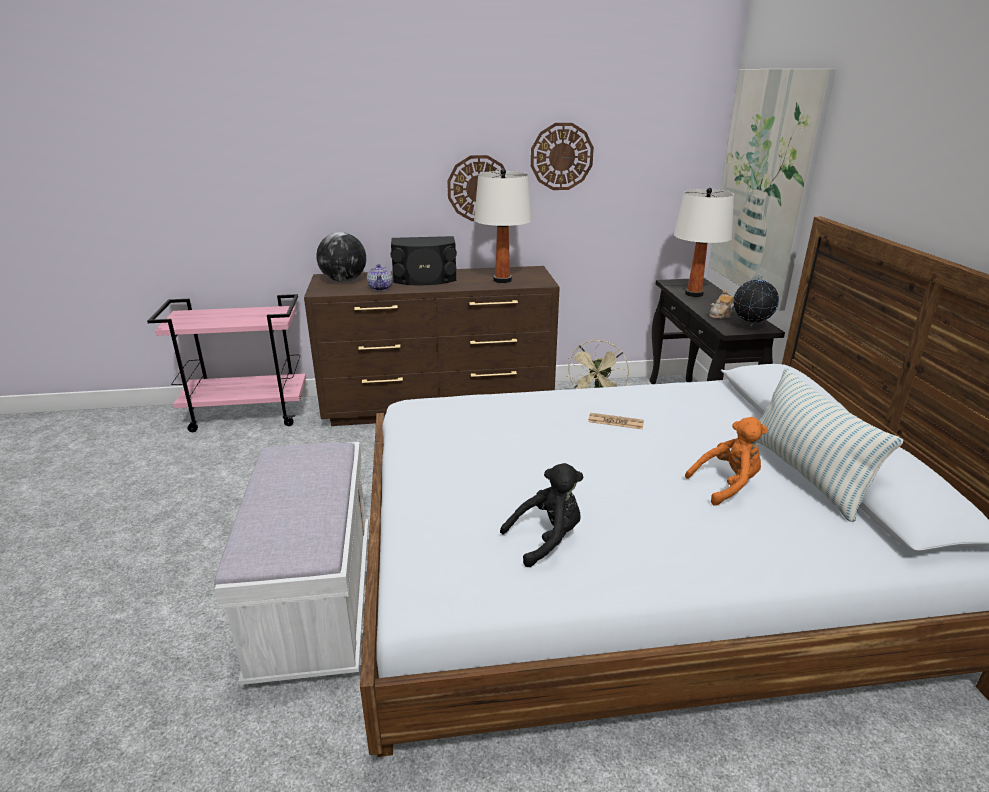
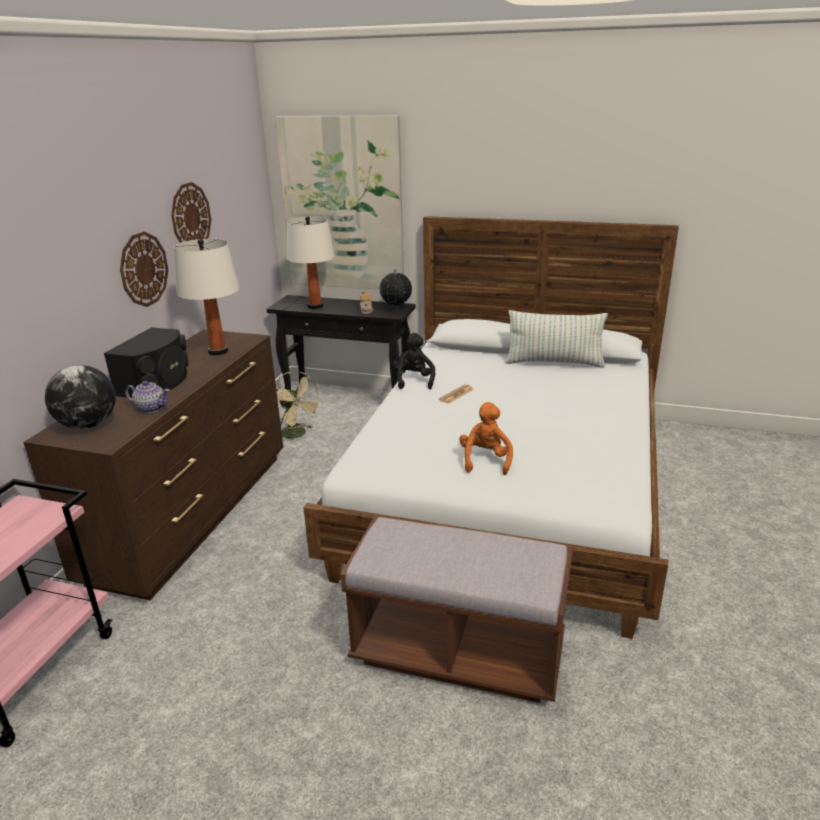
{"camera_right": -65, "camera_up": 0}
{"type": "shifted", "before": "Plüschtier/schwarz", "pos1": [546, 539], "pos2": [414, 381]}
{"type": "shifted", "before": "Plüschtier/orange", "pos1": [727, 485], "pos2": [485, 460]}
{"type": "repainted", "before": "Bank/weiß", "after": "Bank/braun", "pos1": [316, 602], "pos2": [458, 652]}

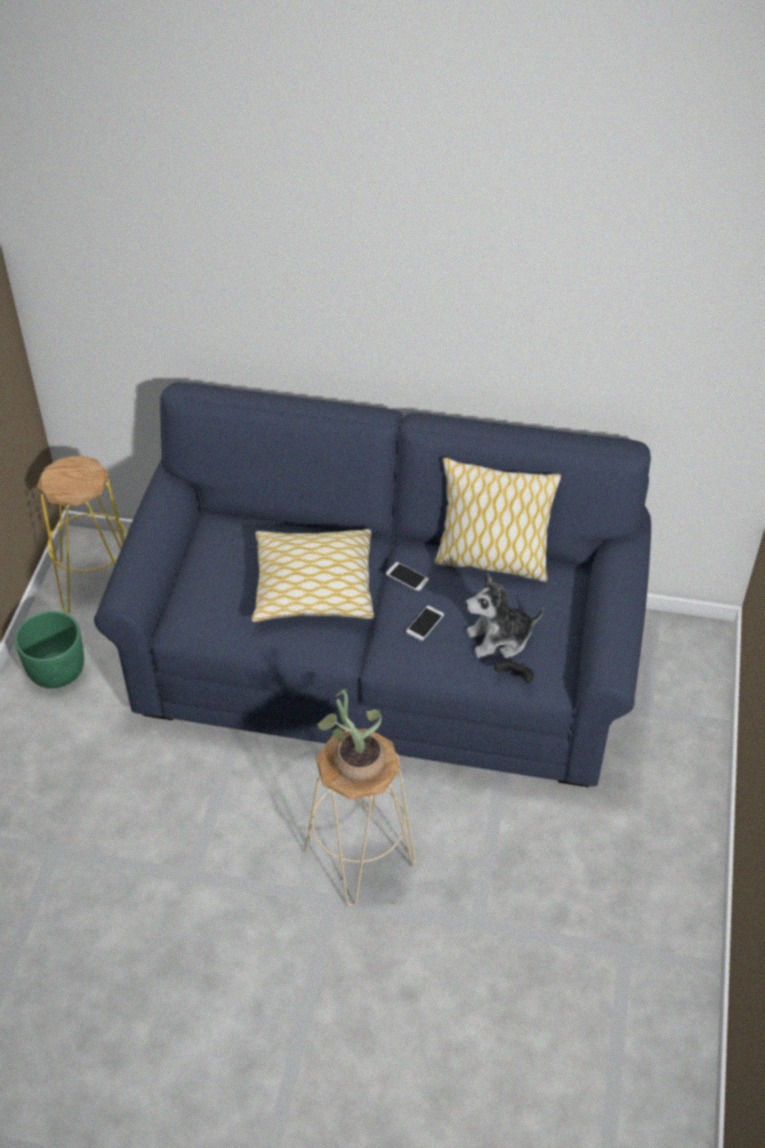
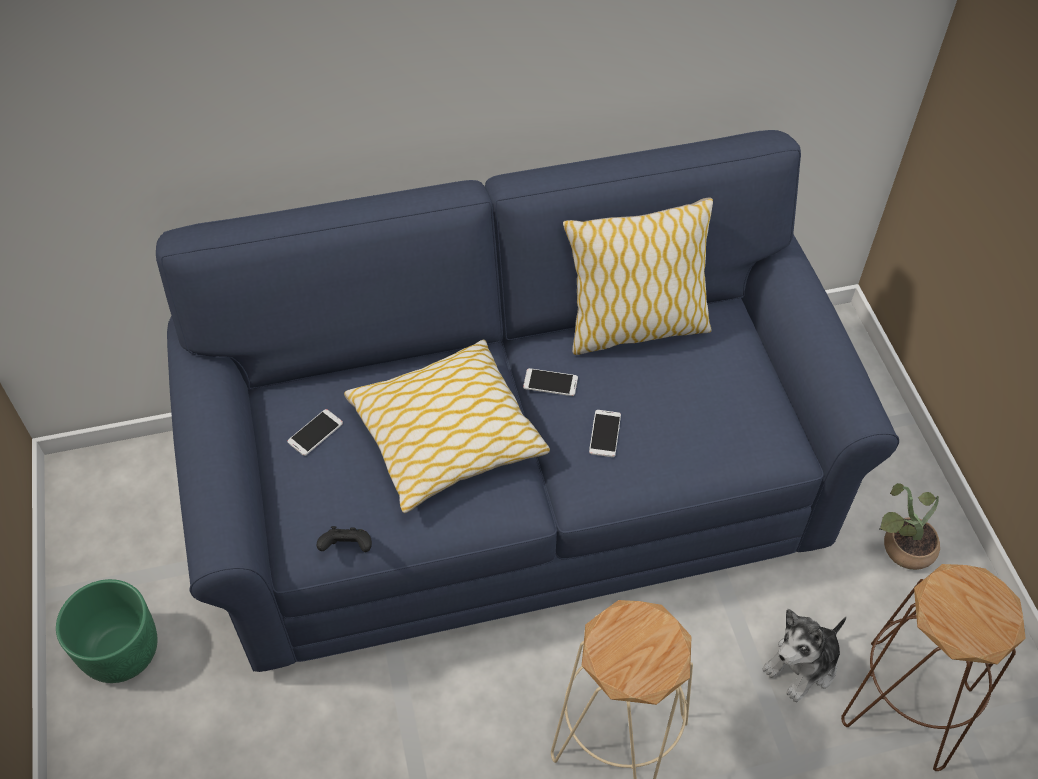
{"camera_right": -25, "camera_up": 5}
{"type": "gone", "before": "Hocker/gelb", "pos1": [96, 581]}
{"type": "new", "after": "Handy", "pos2": [315, 432]}
{"type": "new", "after": "Hocker/braun", "pos2": [907, 705]}
{"type": "shifted", "before": "Topfpflanze", "pos1": [354, 759], "pos2": [901, 547]}
{"type": "shifted", "before": "Plüschtier", "pos1": [499, 639], "pos2": [802, 665]}
{"type": "shifted", "before": "Gamepad/schwarz", "pos1": [514, 678], "pos2": [347, 548]}

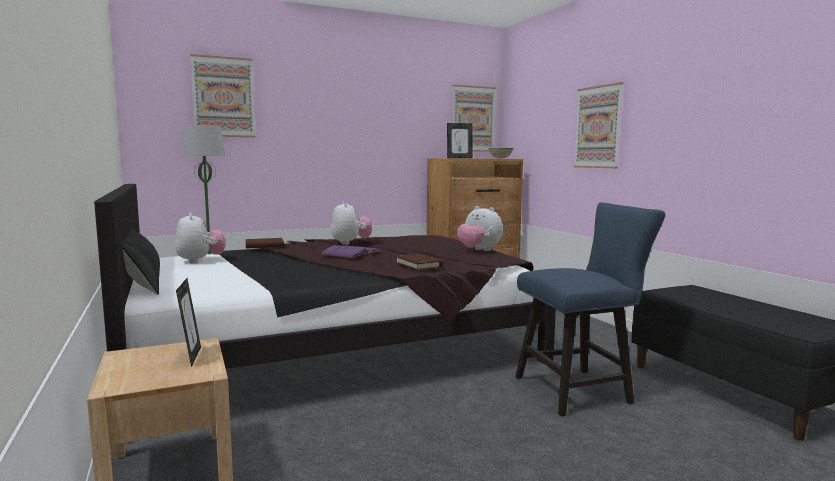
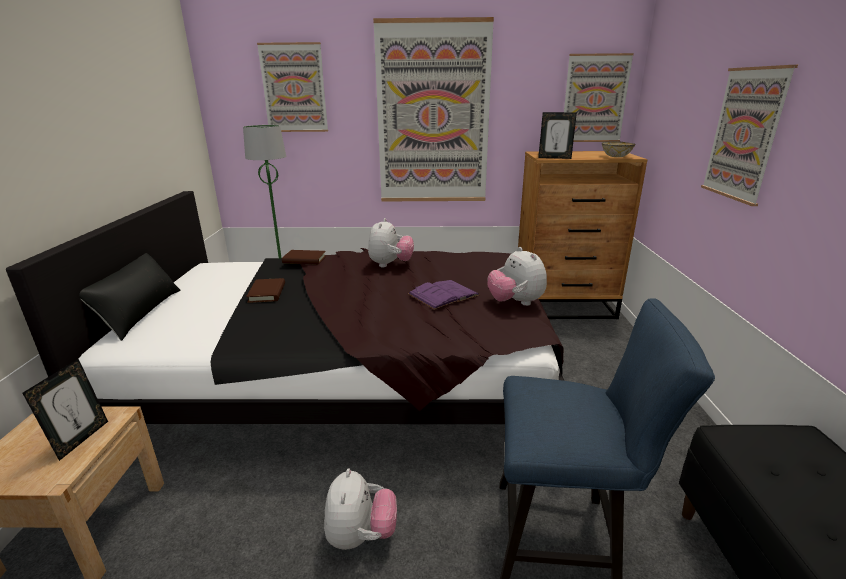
{"camera_right": 25, "camera_up": 15}
{"type": "new", "after": "Bild", "pos2": [433, 116]}
{"type": "shifted", "before": "Plüschtier", "pos1": [200, 261], "pos2": [361, 535]}
{"type": "shifted", "before": "Buch/lila", "pos1": [351, 252], "pos2": [443, 294]}
{"type": "shifted", "before": "Buch/braun", "pos1": [418, 265], "pos2": [267, 293]}

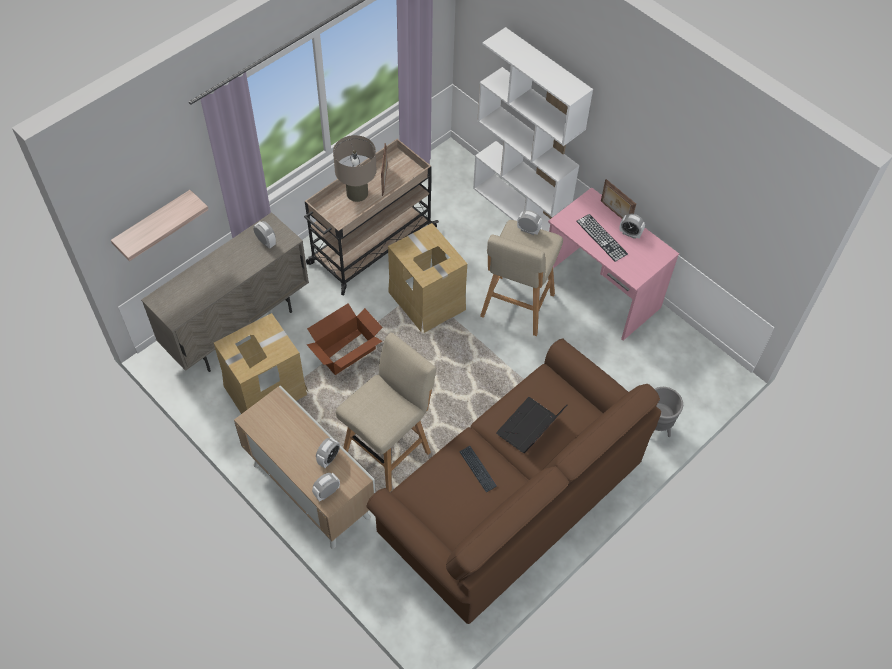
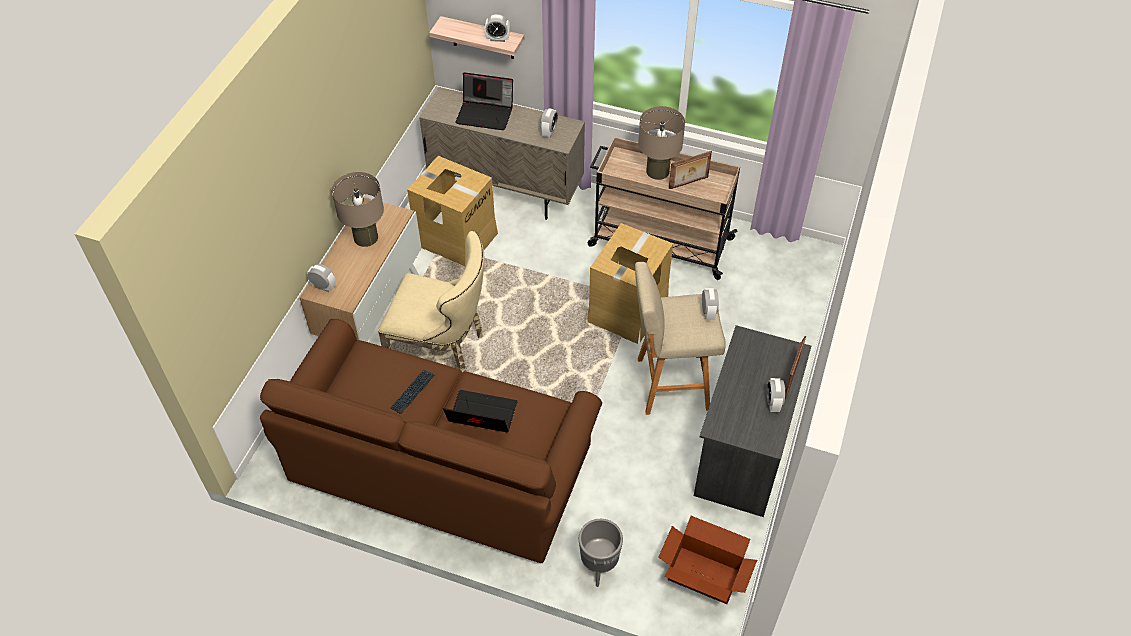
{"camera_right": 65, "camera_up": -5}
{"type": "gone", "before": "Bücherregal/weiß", "pos1": [520, 210]}
{"type": "gone", "before": "Tastatur", "pos1": [601, 237]}
{"type": "new", "after": "Tischlampe/beige", "pos2": [365, 237]}
{"type": "new", "after": "Laptop", "pos2": [486, 114]}
{"type": "shifted", "before": "Karton", "pos1": [347, 352], "pos2": [704, 576]}
{"type": "shifted", "before": "Wecker", "pos1": [328, 458], "pos2": [498, 39]}
{"type": "swapped", "before": "Hocker/beige", "after": "Stuhl/beige", "pos1": [389, 450], "pos2": [443, 350]}
{"type": "repainted", "before": "Schreibtisch/rosa", "after": "Schreibtisch/grau", "pos1": [600, 292], "pos2": [742, 450]}

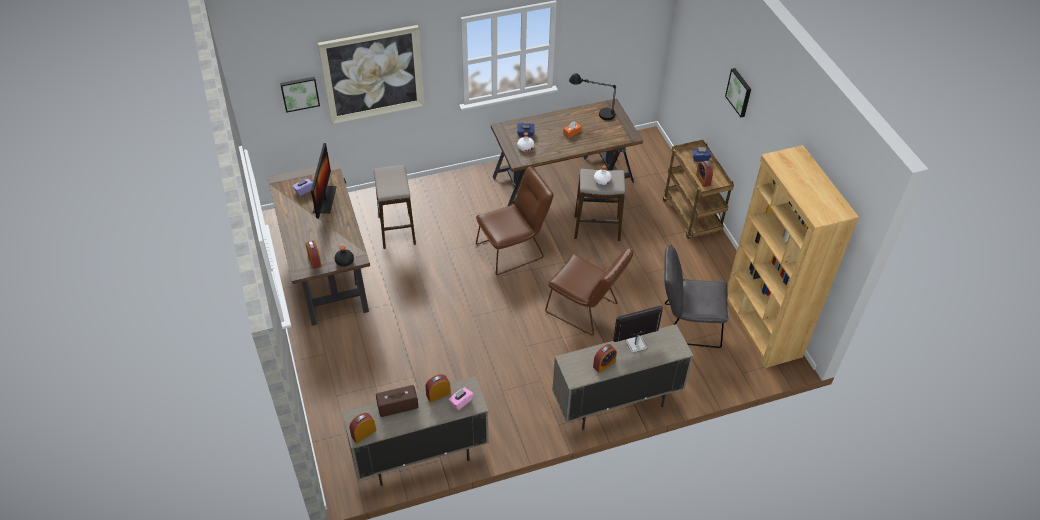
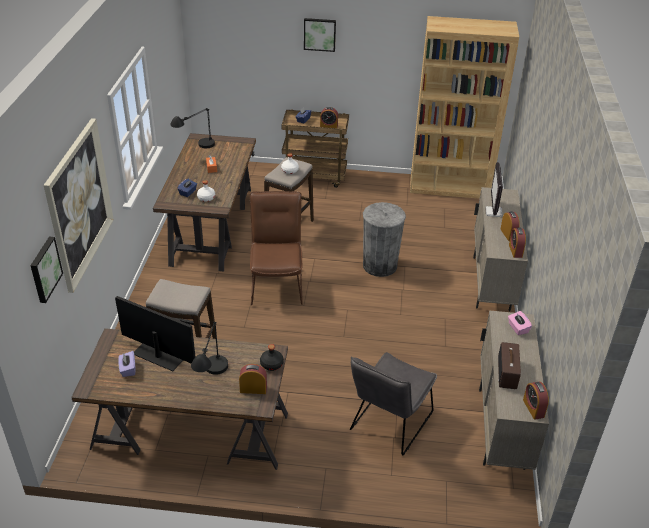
{"camera_right": -65, "camera_up": -10}
{"type": "new", "after": "Tischlampe/schwarz", "pos2": [212, 381]}
{"type": "shifted", "before": "Wecker", "pos1": [438, 394], "pos2": [515, 251]}
{"type": "shifted", "before": "Stuhl/grau", "pos1": [686, 325], "pos2": [388, 425]}
{"type": "swapped", "before": "Stuhl/braun", "after": "Mülleimer/grau", "pos1": [585, 310], "pos2": [380, 265]}

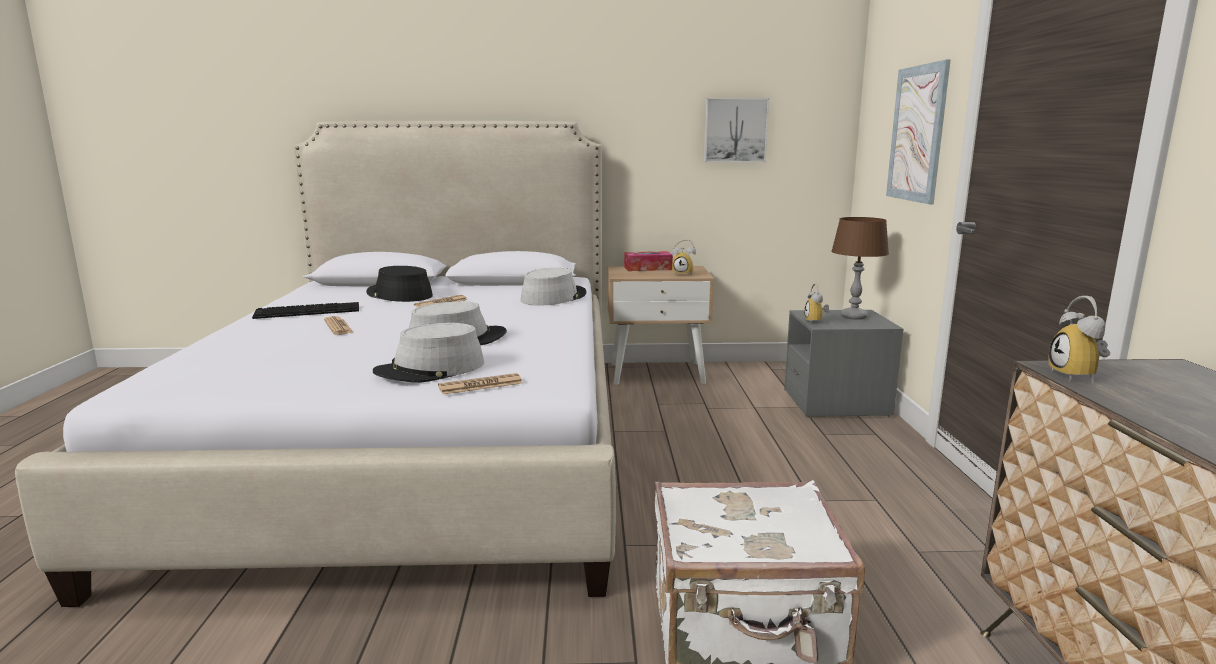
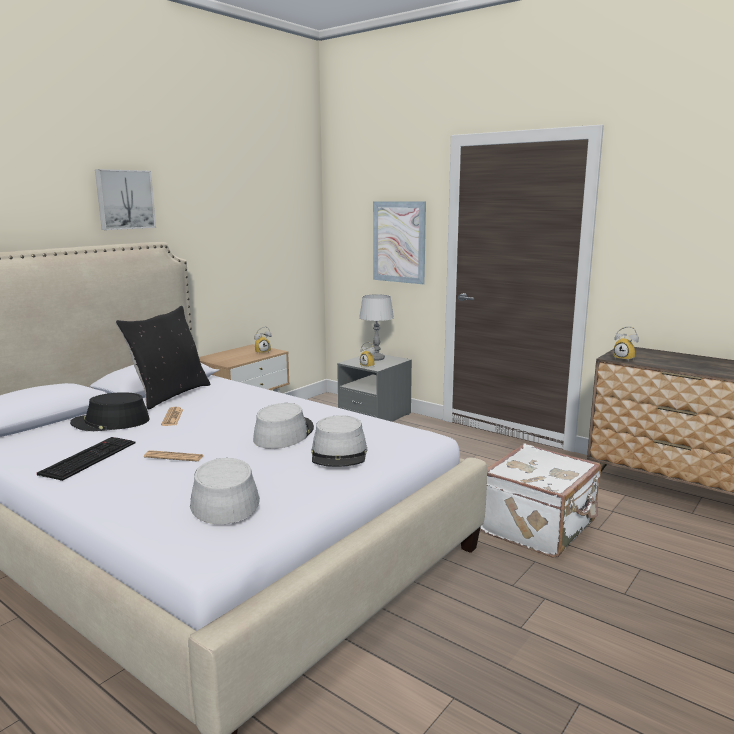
{"camera_right": -50, "camera_up": 0}
{"type": "gone", "before": "Zeitung", "pos1": [480, 385]}
{"type": "gone", "before": "Taschentuchbox", "pos1": [648, 268]}
{"type": "new", "after": "Kissen/schwarz", "pos2": [169, 395]}
{"type": "shifted", "before": "Hut/grau", "pos1": [553, 297], "pos2": [224, 499]}
{"type": "shifted", "before": "Bild", "pos1": [735, 130], "pos2": [124, 199]}
{"type": "repainted", "before": "Tischlampe/braun", "after": "Tischlampe/grau", "pos1": [853, 316], "pos2": [376, 358]}

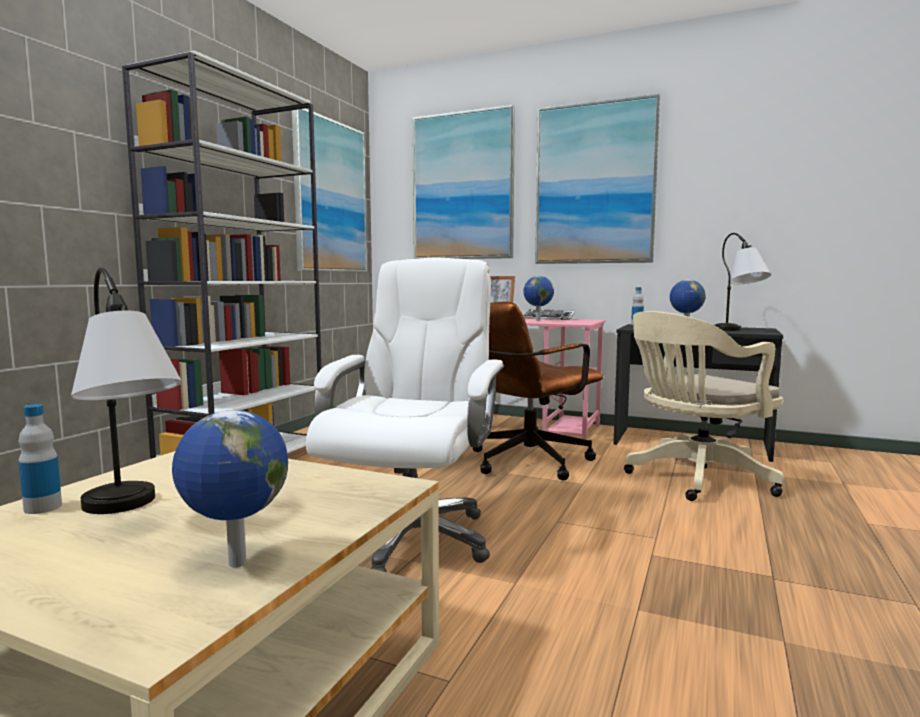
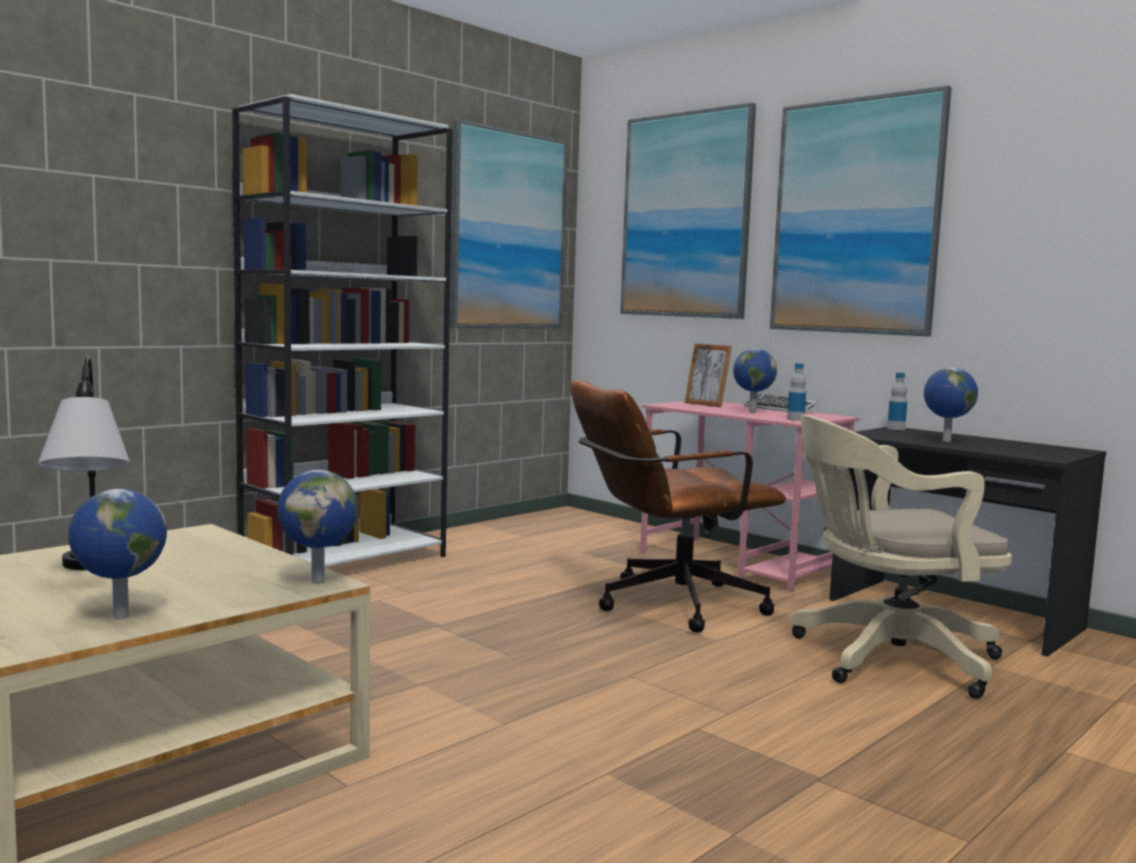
{"camera_right": 20, "camera_up": 0}
{"type": "gone", "before": "Bürostuhl/weiß", "pos1": [410, 538]}
{"type": "gone", "before": "Tischlampe", "pos1": [737, 331]}
{"type": "new", "after": "Globus", "pos2": [318, 581]}
{"type": "shifted", "before": "Flasche", "pos1": [43, 507], "pos2": [795, 419]}

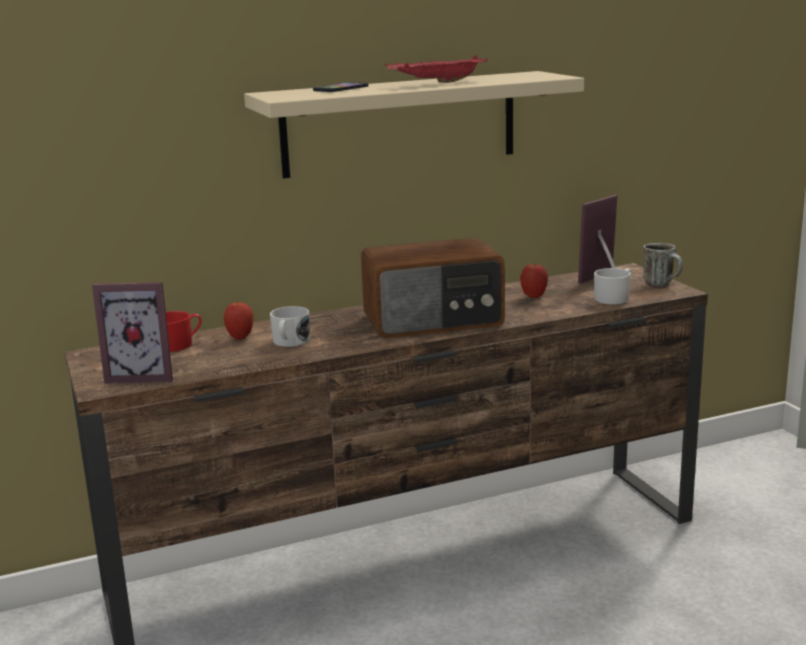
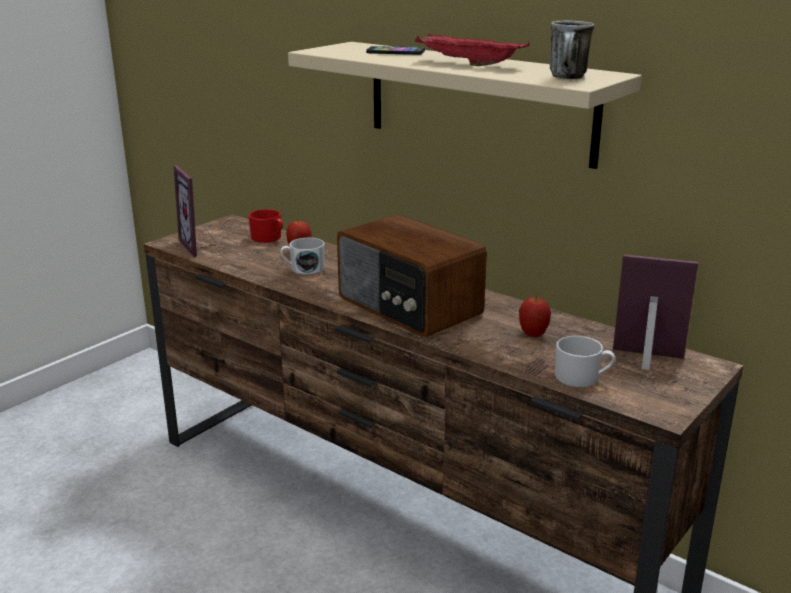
{"camera_right": 60, "camera_up": 5}
{"type": "shifted", "before": "Henkelbecher", "pos1": [662, 284], "pos2": [569, 78]}

